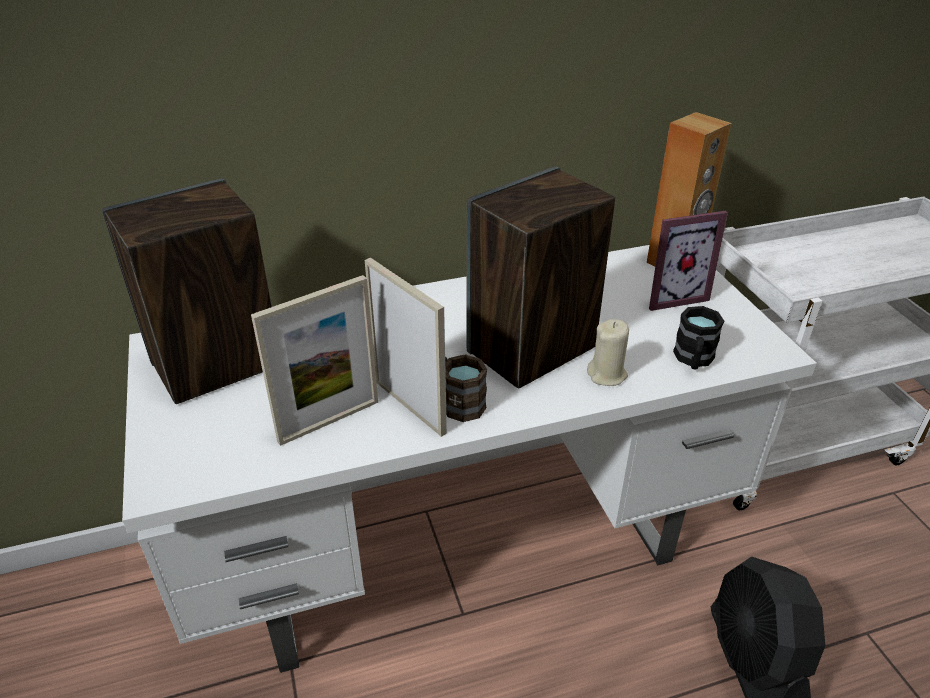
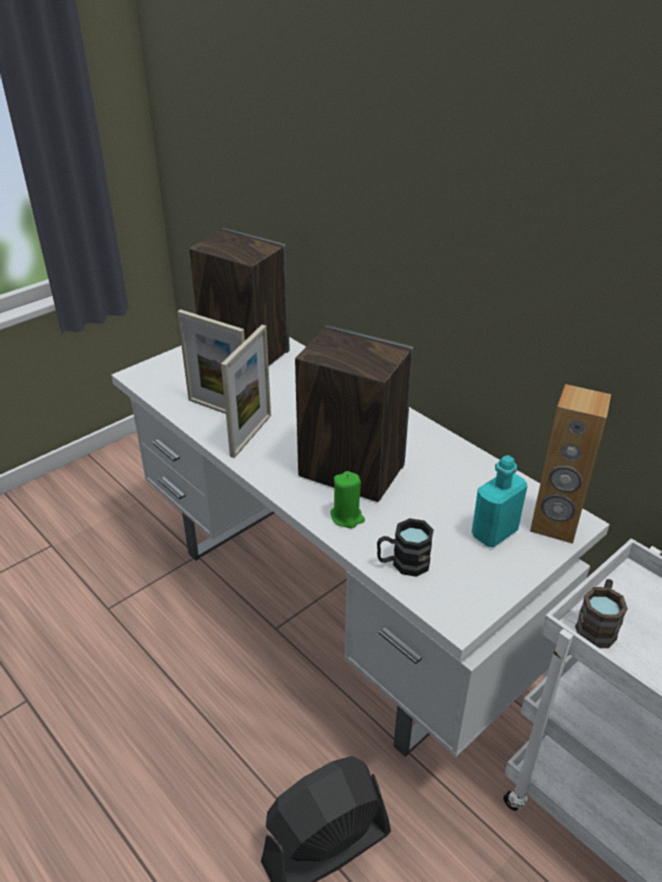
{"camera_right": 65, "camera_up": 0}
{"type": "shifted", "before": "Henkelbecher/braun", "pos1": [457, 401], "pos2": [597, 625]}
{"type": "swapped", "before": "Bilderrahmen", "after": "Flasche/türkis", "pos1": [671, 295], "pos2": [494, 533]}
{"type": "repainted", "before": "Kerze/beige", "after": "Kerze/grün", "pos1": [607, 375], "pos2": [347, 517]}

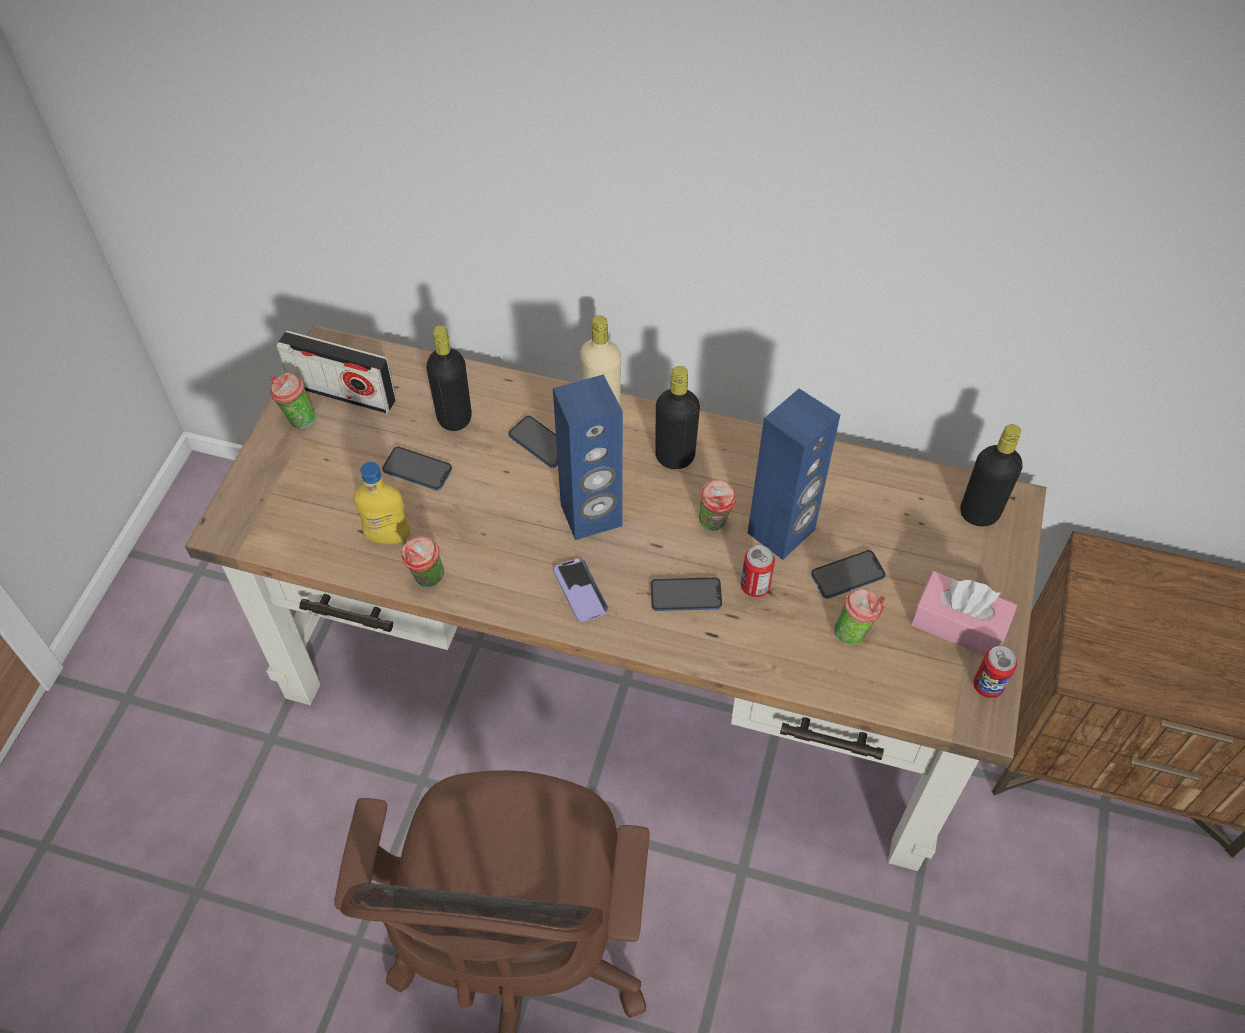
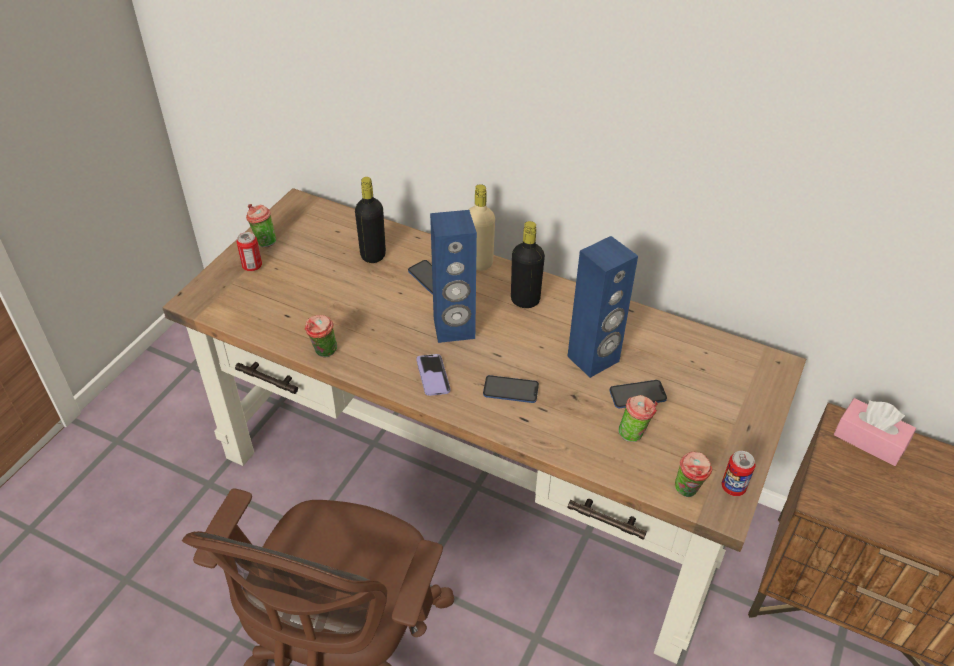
{"camera_right": 10, "camera_up": -10}
{"type": "gone", "before": "Radio", "pos1": [343, 392]}
{"type": "gone", "before": "Flasche/gelb", "pos1": [388, 536]}
{"type": "gone", "before": "Handy", "pos1": [417, 470]}
{"type": "gone", "before": "Flasche/schwarz", "pos1": [979, 513]}
{"type": "shifted", "before": "Tasse", "pos1": [715, 525], "pos2": [688, 492]}
{"type": "shifted", "before": "Dose", "pos1": [755, 586], "pos2": [252, 266]}
{"type": "shifted", "before": "Taschentuchbox/rosa", "pos1": [959, 624], "pos2": [869, 440]}

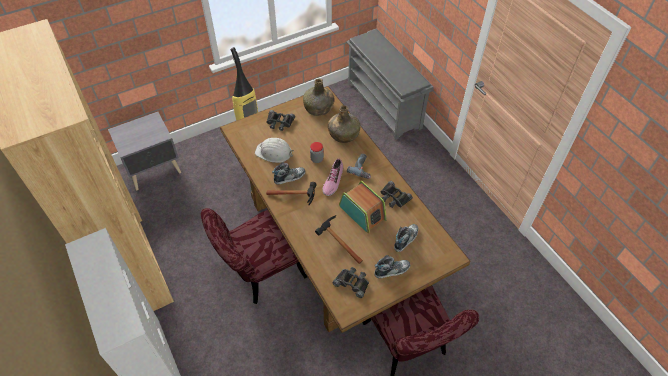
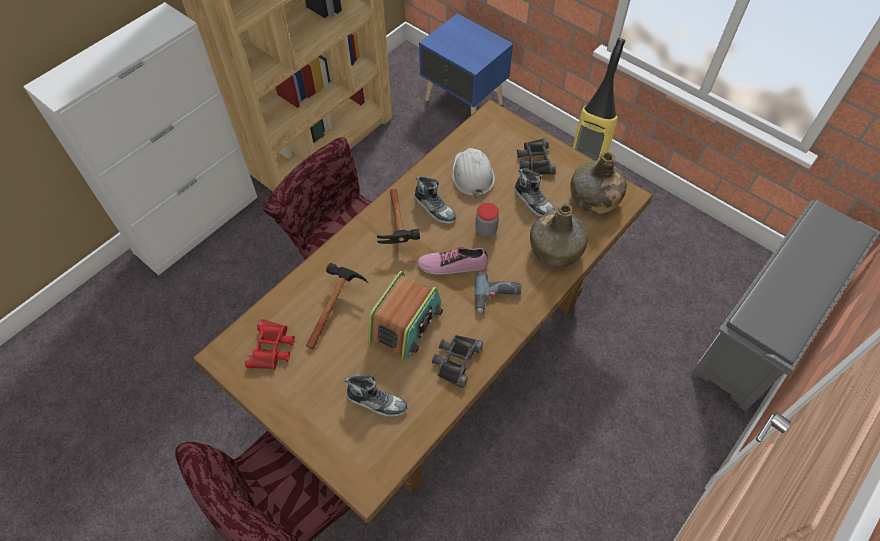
{"camera_right": 70, "camera_up": 5}
{"type": "shifted", "before": "Schuh", "pos1": [392, 270], "pos2": [534, 202]}
{"type": "repainted", "before": "Nachttisch/grau", "after": "Nachttisch/blau", "pos1": [155, 170], "pos2": [463, 103]}
{"type": "repainted", "before": "Fernglas/schwarz", "after": "Fernglas/rot", "pos1": [352, 282], "pos2": [272, 348]}

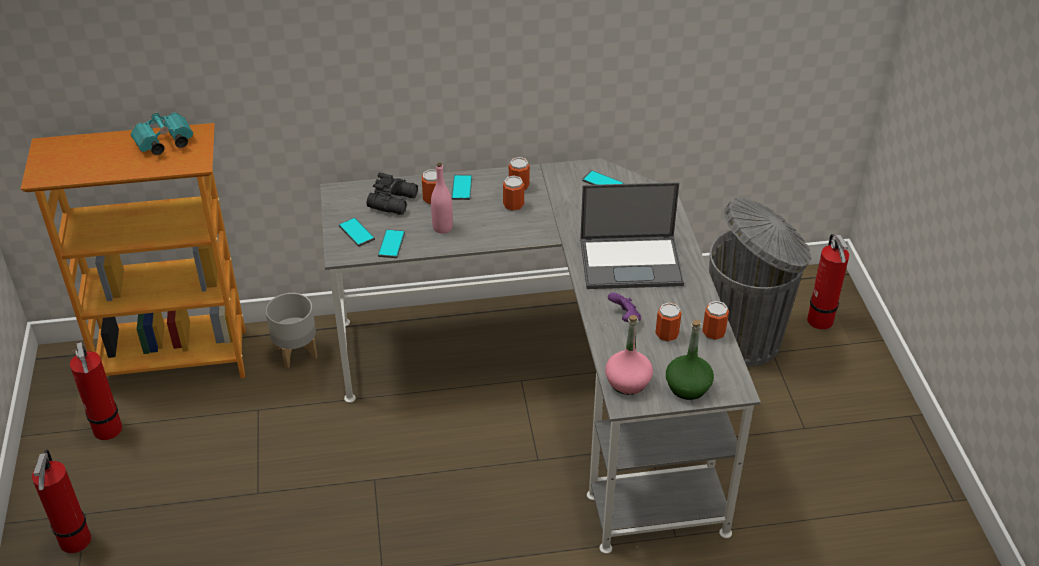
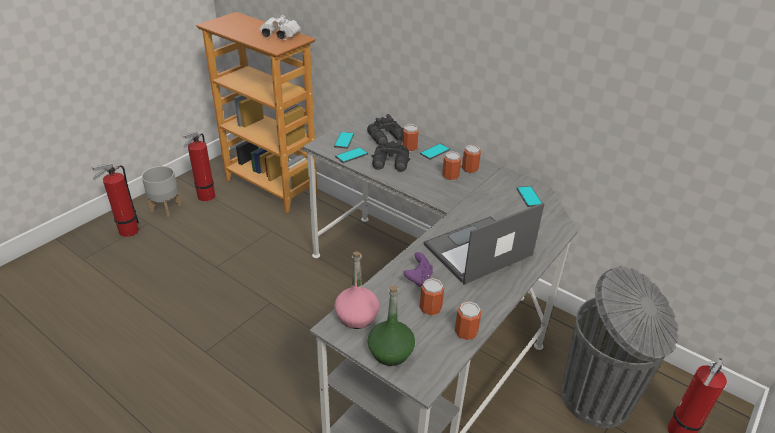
{"camera_right": 45, "camera_up": -5}
{"type": "shifted", "before": "Pflanzkübel/grau", "pos1": [296, 352], "pos2": [166, 208]}
{"type": "swapped", "before": "Flasche/rosa", "after": "Fernglas/schwarz", "pos1": [442, 228], "pos2": [391, 164]}
{"type": "repainted", "before": "Fernglas/türkis", "after": "Fernglas/weiß", "pos1": [163, 144], "pos2": [278, 36]}
{"type": "rotated", "before": "Laptop", "pos1": [632, 262], "pos2": [477, 250], "turn": 105}

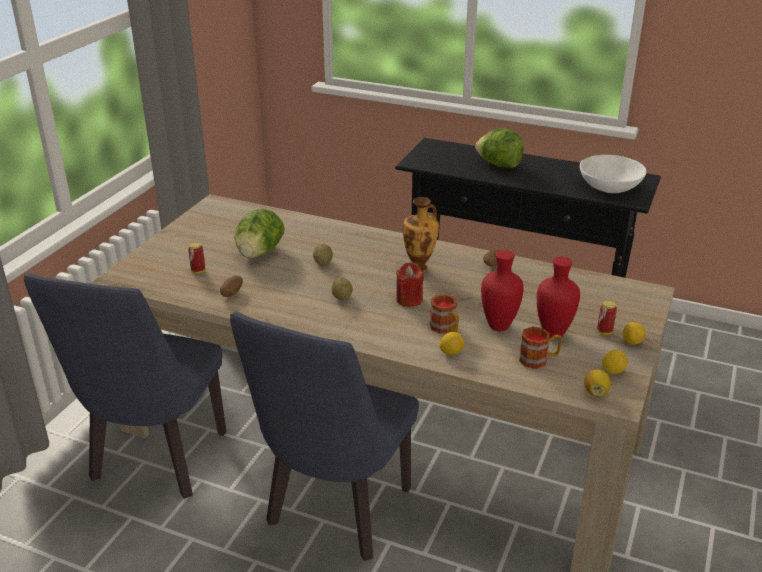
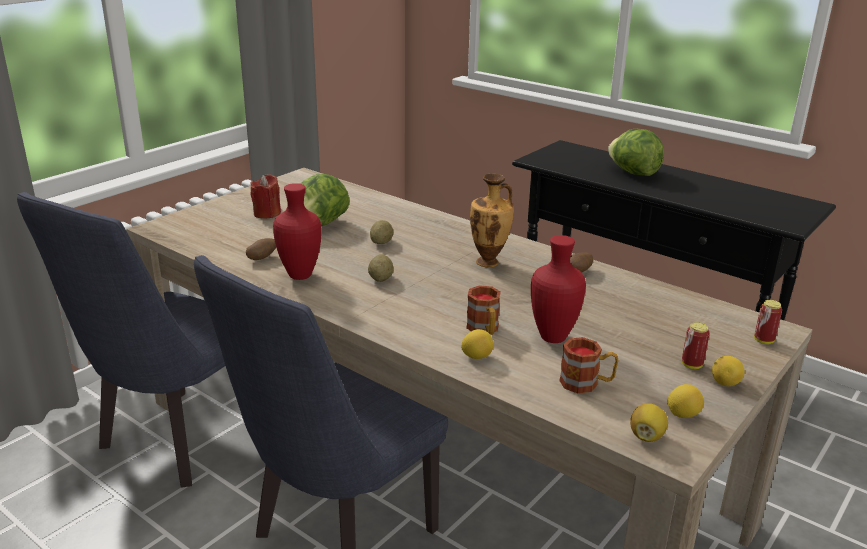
{"camera_right": 15, "camera_up": -5}
{"type": "gone", "before": "Schüssel/weiß", "pos1": [609, 187]}
{"type": "shifted", "before": "Dose", "pos1": [198, 271], "pos2": [763, 341]}
{"type": "shifted", "before": "Kerze/rot", "pos1": [409, 300], "pos2": [267, 213]}
{"type": "shifted", "before": "Vase/rot", "pos1": [553, 334], "pos2": [299, 276]}

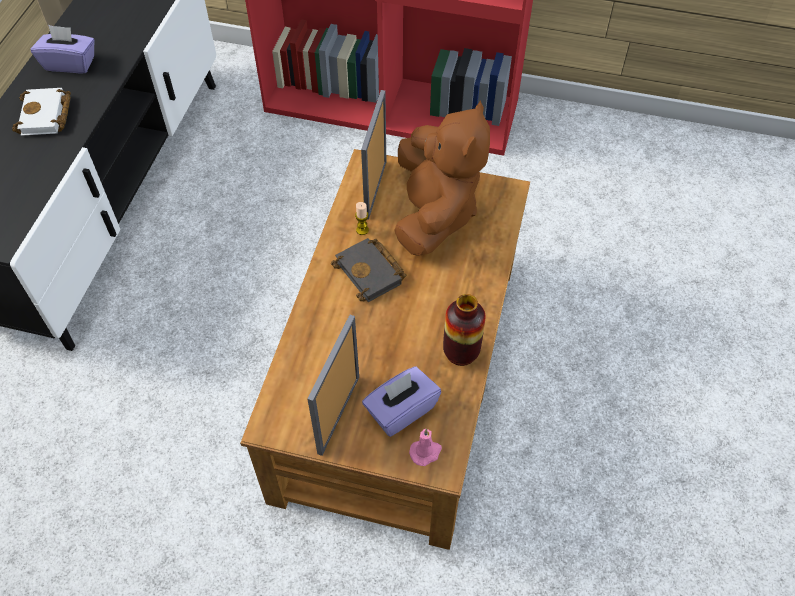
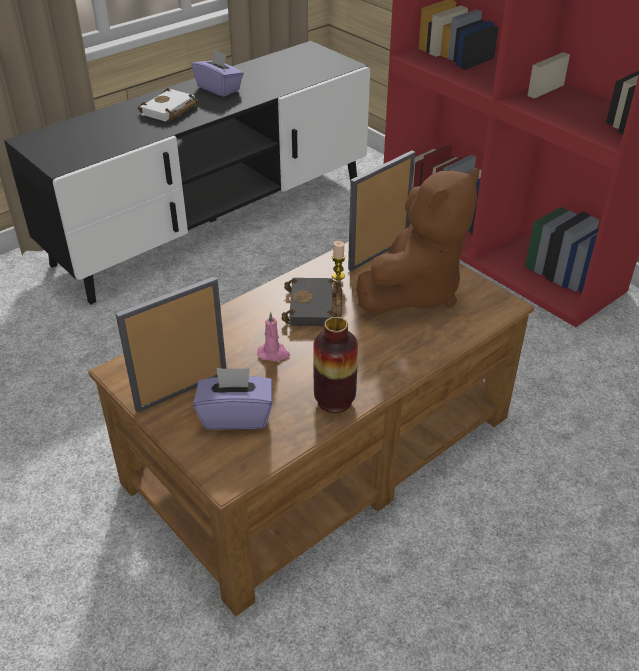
{"camera_right": 35, "camera_up": -15}
{"type": "shifted", "before": "Kerze/rosa", "pos1": [426, 452], "pos2": [274, 353]}

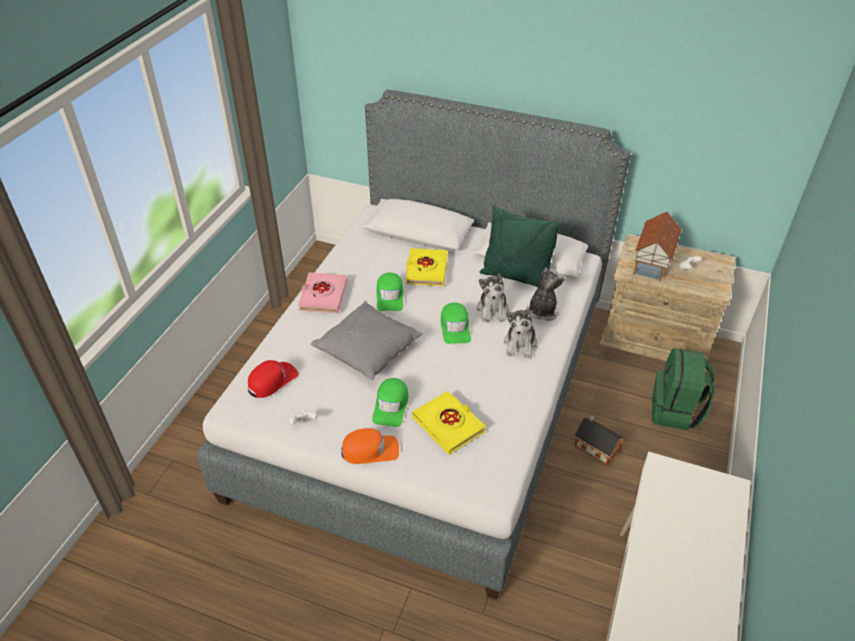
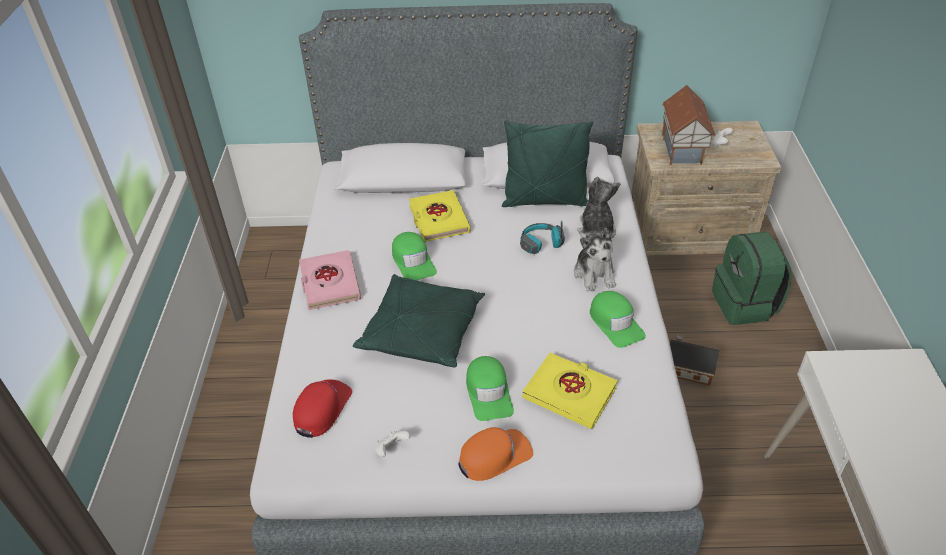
{"camera_right": -20, "camera_up": 0}
{"type": "shifted", "before": "Kappe/grün", "pos1": [455, 327], "pos2": [615, 323]}
{"type": "swapped", "before": "Plüschtier", "after": "Kopfhörer", "pos1": [493, 310], "pos2": [541, 244]}
{"type": "repainted", "before": "Kissen/grau", "after": "Kissen/grün", "pos1": [368, 349], "pos2": [422, 332]}

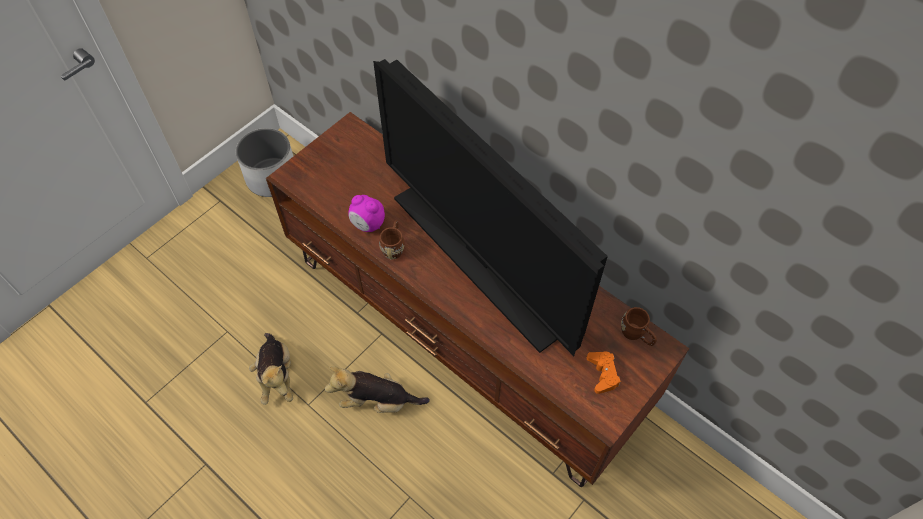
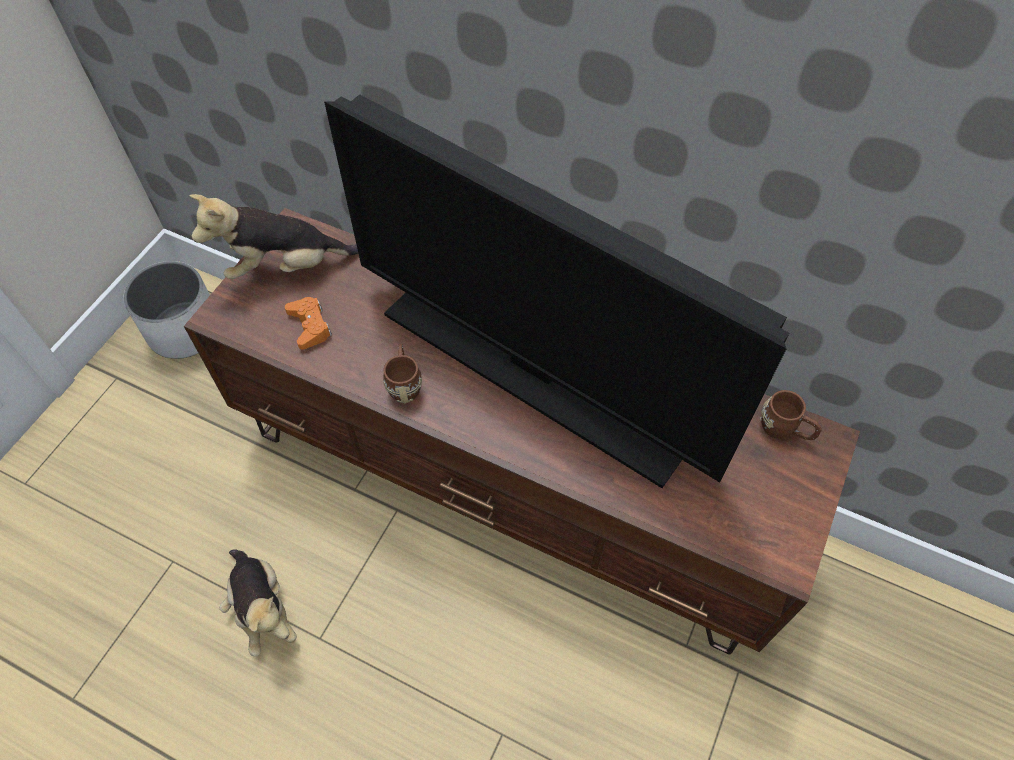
{"camera_right": -15, "camera_up": 0}
{"type": "gone", "before": "Wecker", "pos1": [368, 225]}
{"type": "shifted", "before": "Plüschtier", "pos1": [378, 401], "pos2": [285, 266]}
{"type": "shifted", "before": "Gamepad/orange", "pos1": [603, 373], "pos2": [310, 326]}

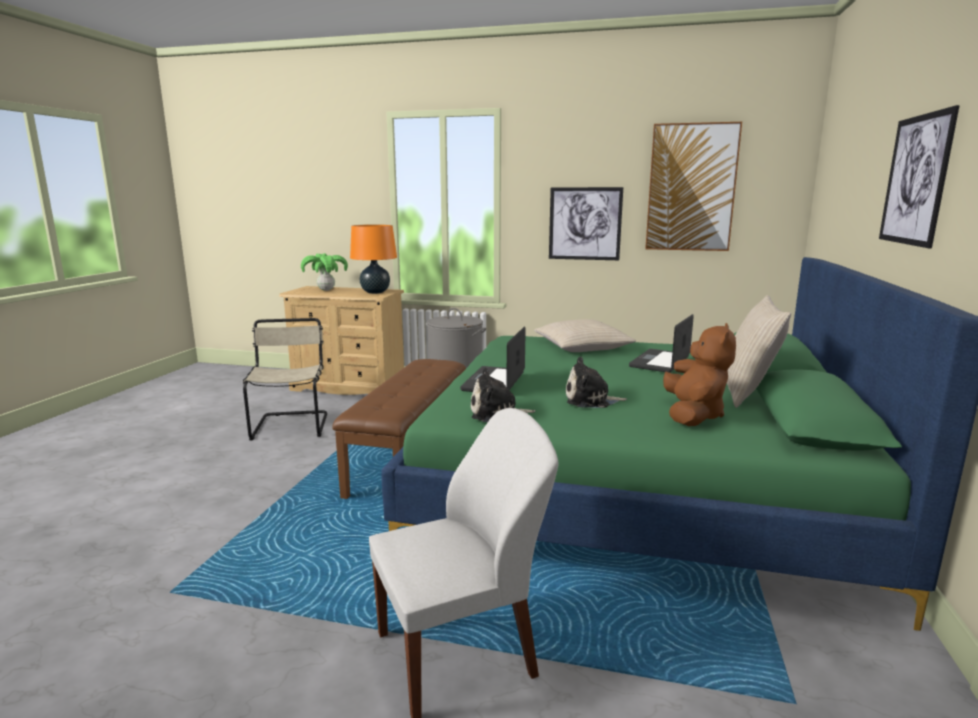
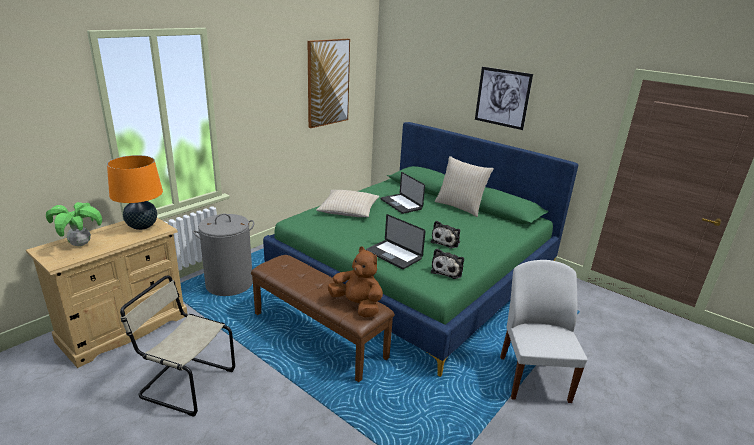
{"camera_right": -65, "camera_up": 10}
{"type": "gone", "before": "Bild", "pos1": [585, 223]}
{"type": "shifted", "before": "Plüschtier/braun", "pos1": [693, 415], "pos2": [357, 305]}

